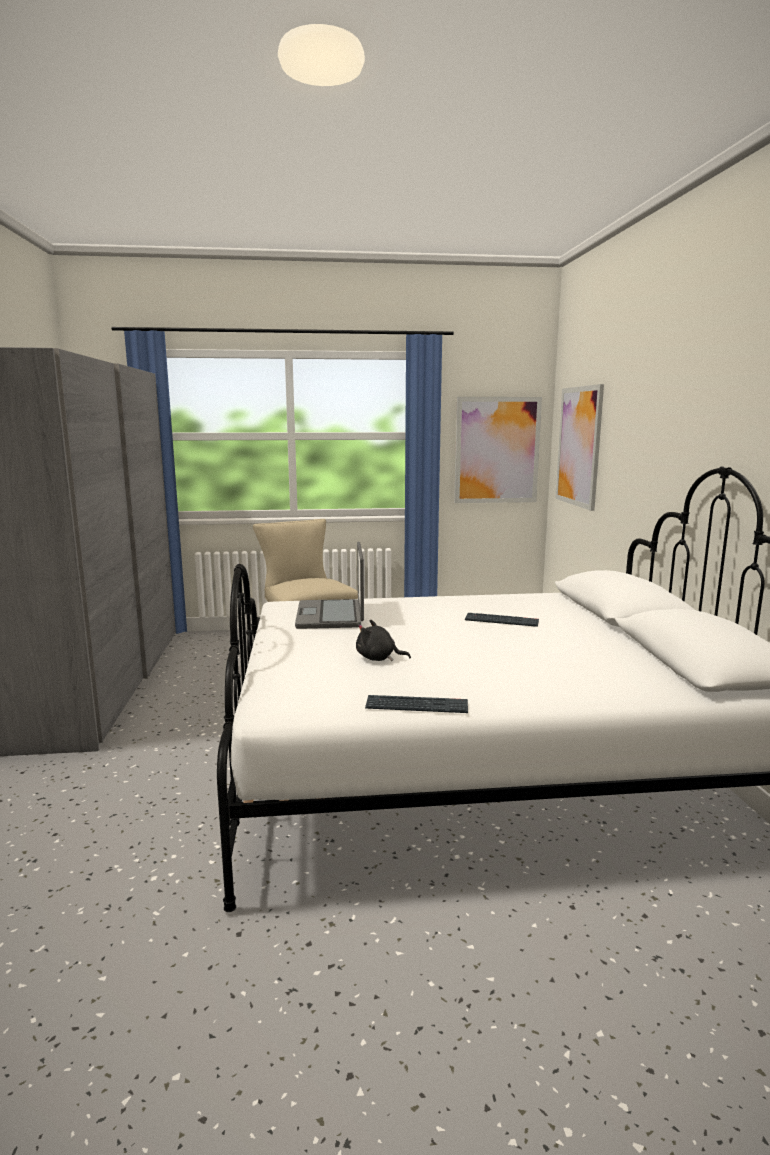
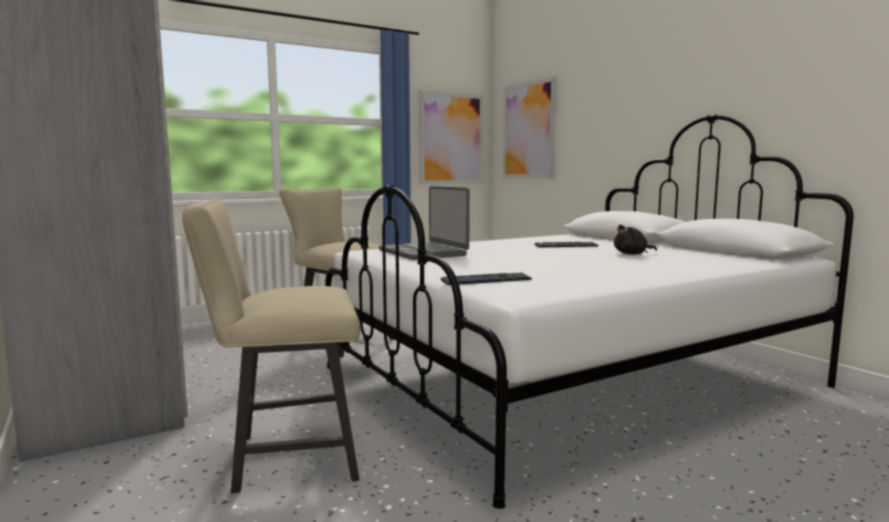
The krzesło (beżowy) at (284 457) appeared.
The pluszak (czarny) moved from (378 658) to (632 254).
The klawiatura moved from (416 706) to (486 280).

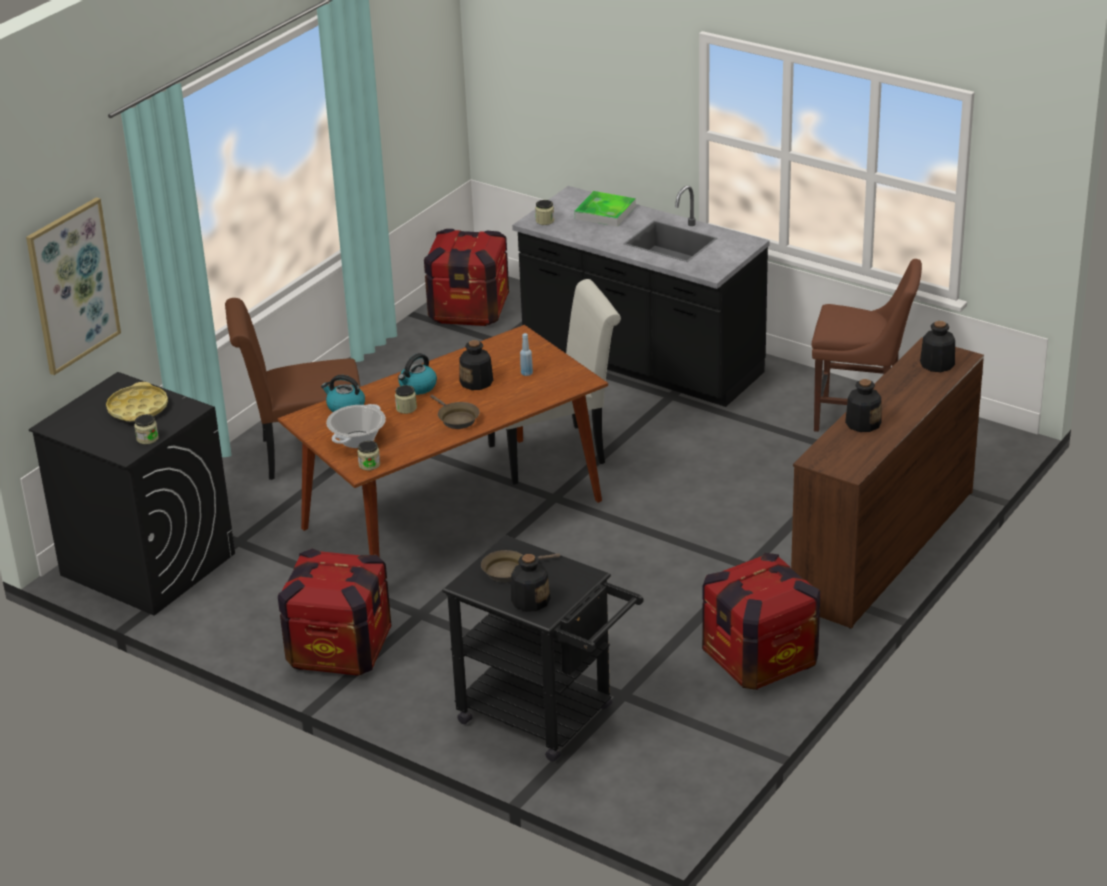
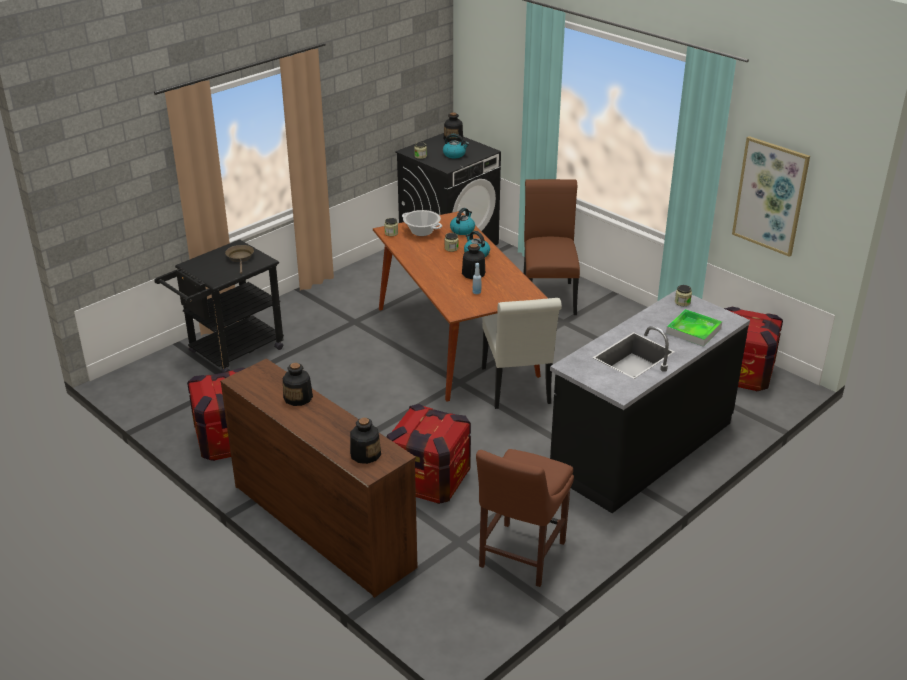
The patelnia (brązowy) at (456 419) disappeared.
The obraz moved from (72 285) to (770 196).
The skrzynka moved from (339 649) to (429 480).
The butelka moved from (530 600) to (453 139).
The taca (żółty) at (138 408) was replaced by the czajnik at (454 154).

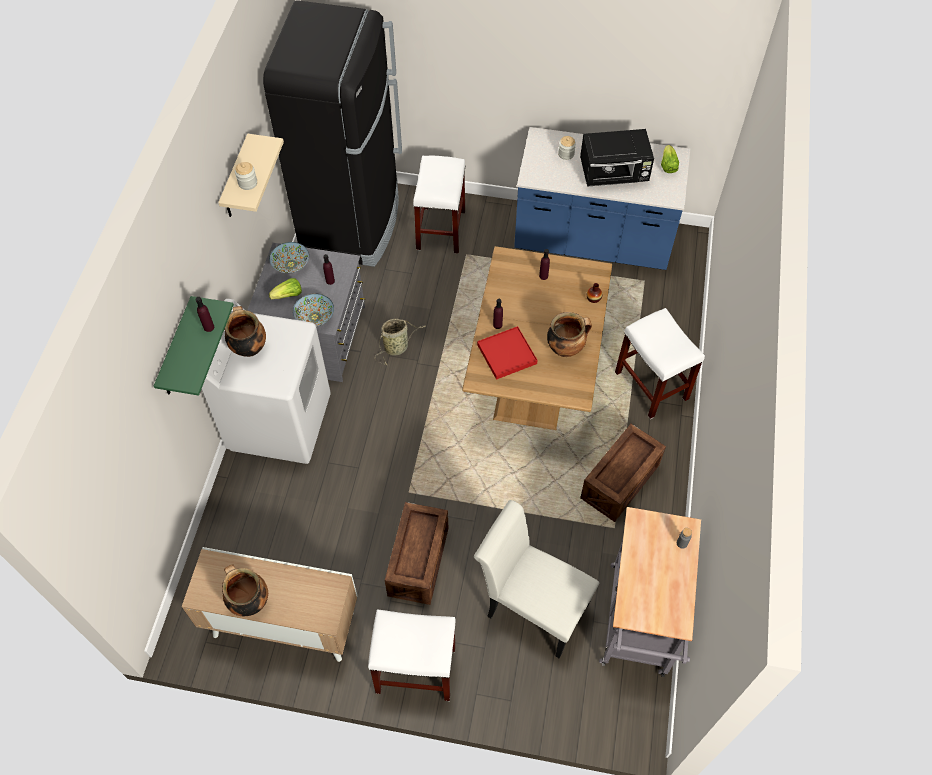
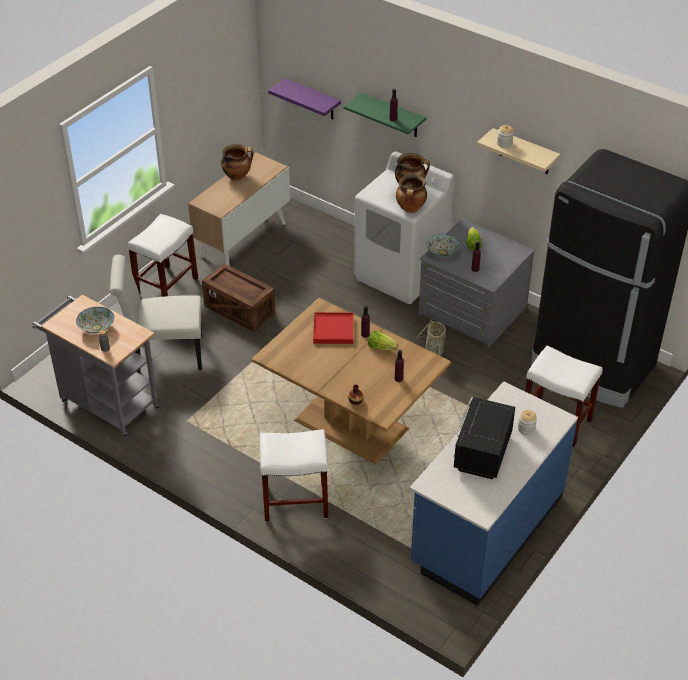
The skrzynka at (620 482) disappeared.
The półka (fioletowy) at (313 100) appeared.
The miska moved from (290 265) to (96 327).
The garnek moved from (565 348) to (411 209).
The sałata moved from (668 165) to (381 347).
The krzesło (biały) at (531 606) turned 150 degrees counterclockwise.

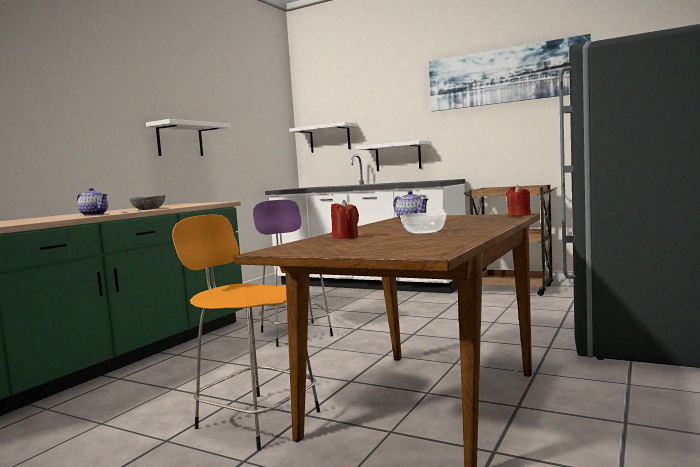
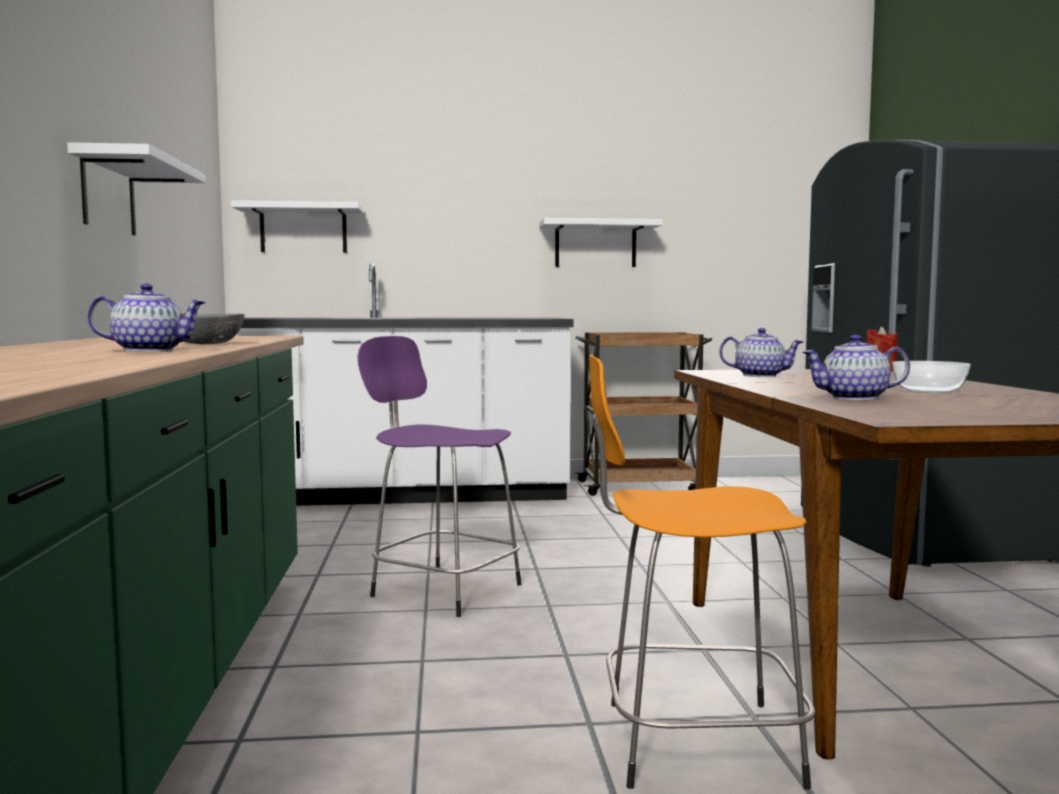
The obraz at (505 75) disappeared.
The półka (biały) moved from (398 156) to (595 244).
The świeca (czerwony) at (345 237) was replaced by the imbryk at (854 398).

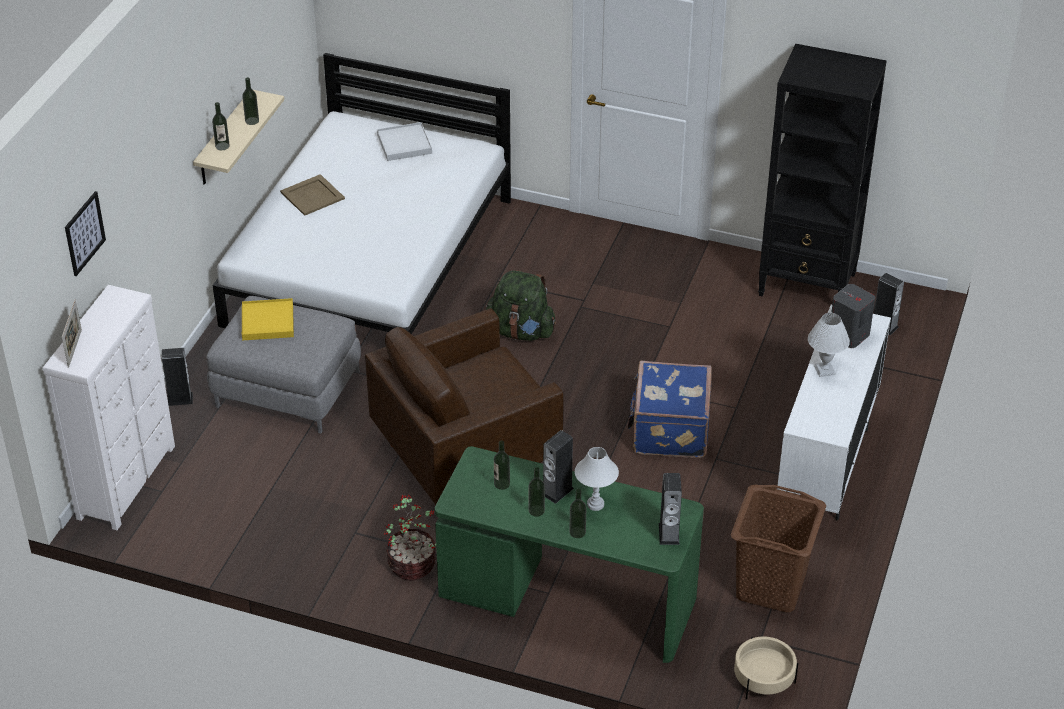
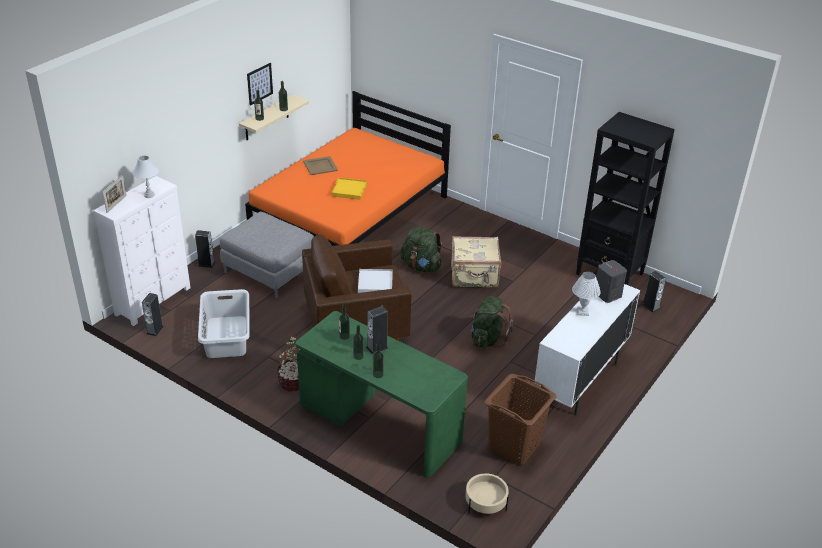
The kosz na pranie (szary) at (226 337) appeared.
The walizka (beżowy) at (474 276) appeared.
The obraz moved from (84 233) to (259 83).
The taca (żółty) moved from (267 322) to (349 190).
The taca (biały) moved from (404 144) to (375 283).
The lampa stołowa (biały) moved from (595 504) to (149 195).
The głośnik moved from (669 534) to (155 330).
The walizka (niebieski) at (669 430) was replaced by the plecak (zielony) at (487 339).
The łóżko (biały) at (370 261) became the łóżko (pomarańczowy) at (350 213).

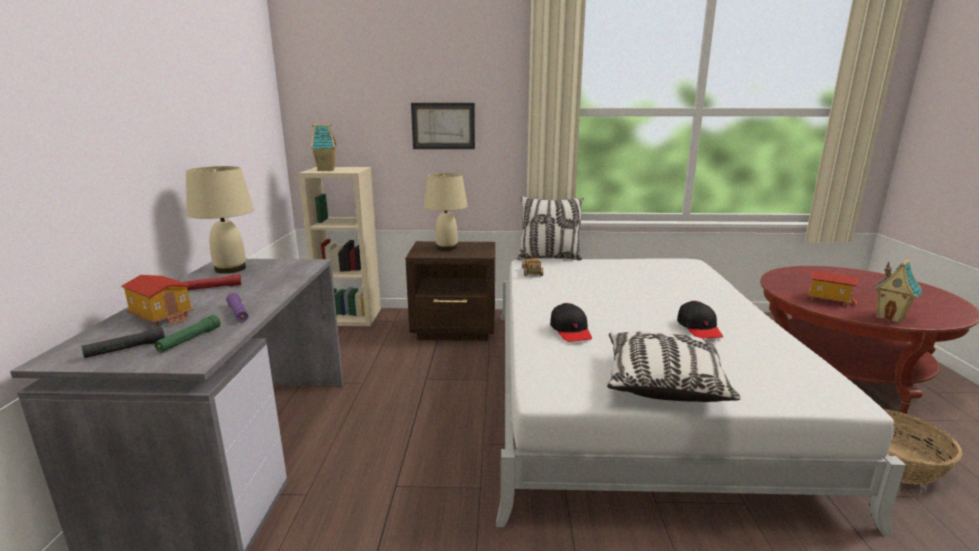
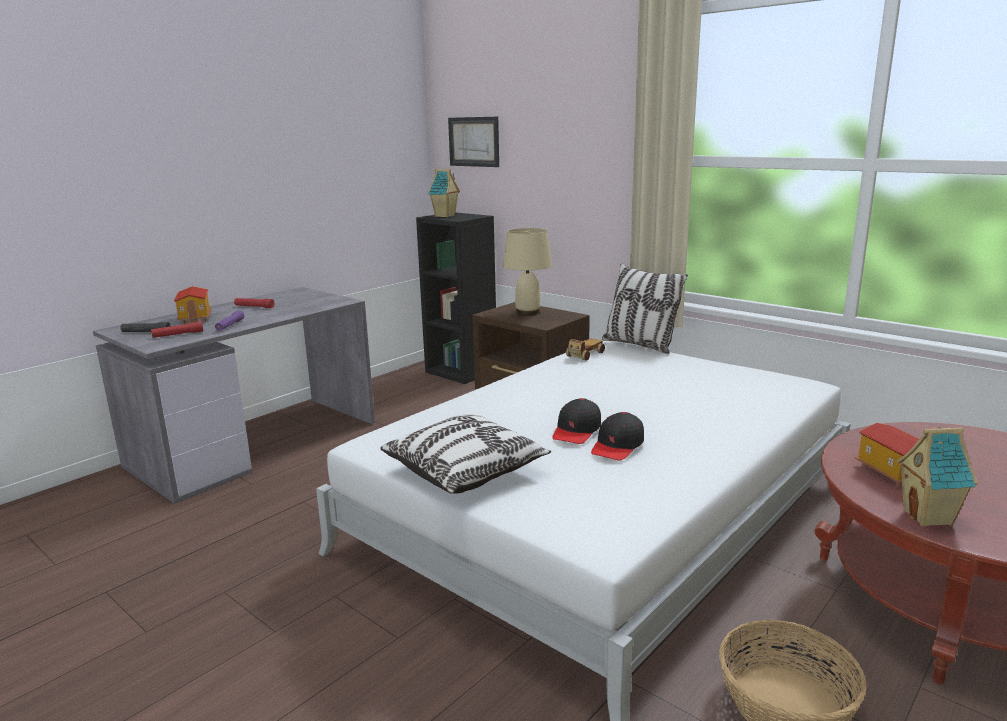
The lampa stołowa (beżowy) at (230 269) disappeared.
The obraz moved from (443 126) to (474 141).
The czapka z daszkiem (czarny) moved from (571 330) to (577 431).
The latarka (zielony) at (189 340) became the latarka (czerwony) at (178 335).
The regał (beżowy) at (350 316) became the regał (czarny) at (462 371).

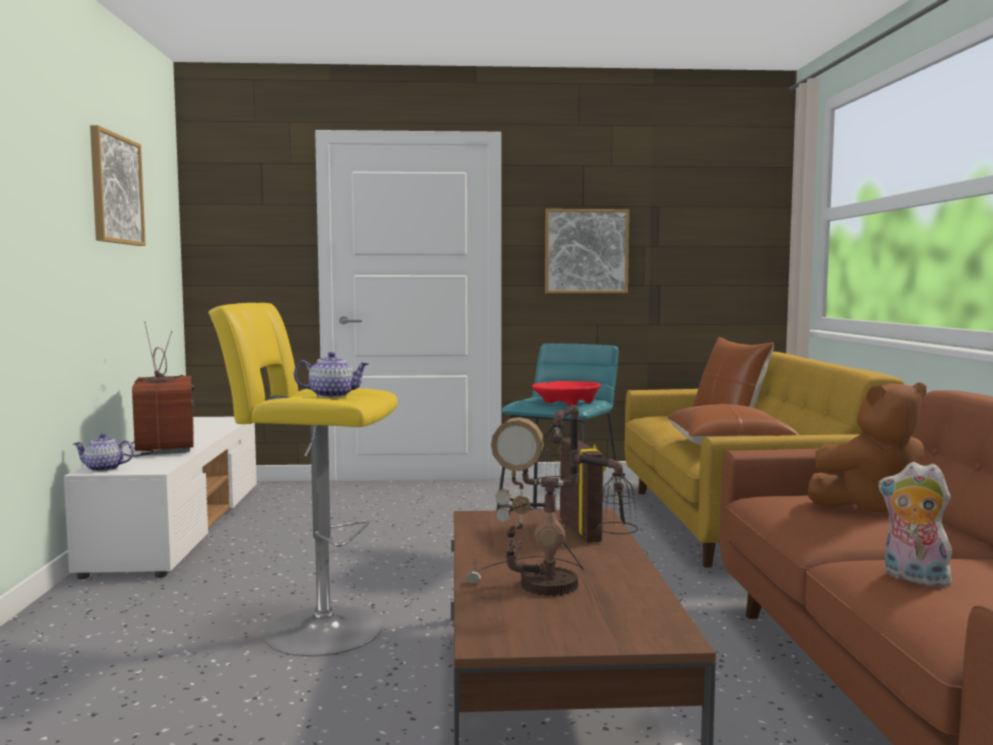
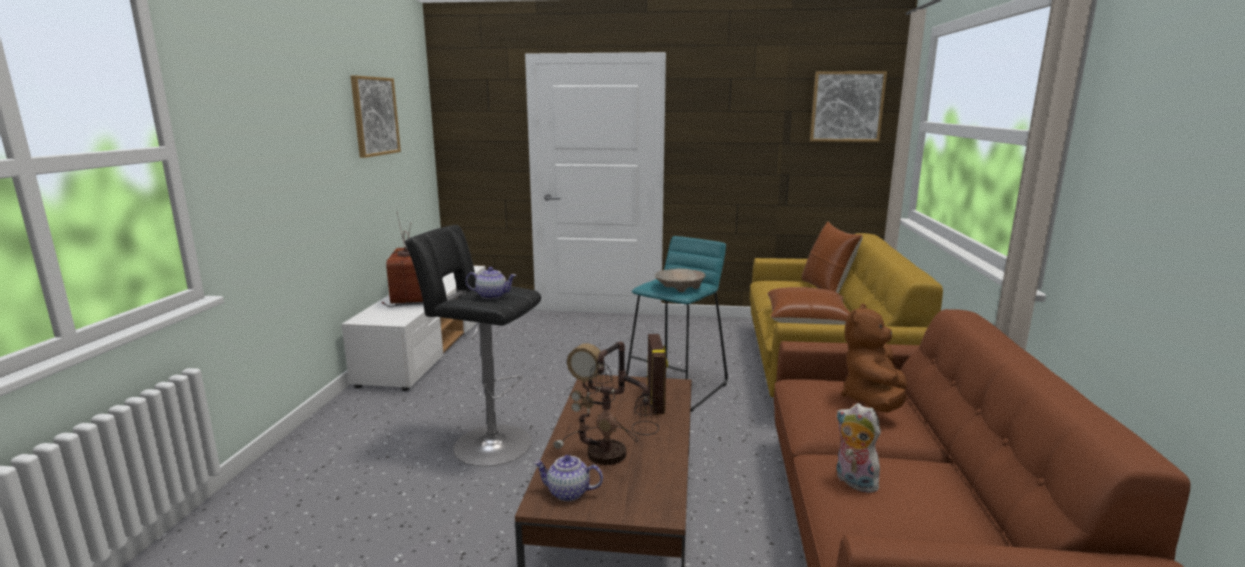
The imbryk moved from (103 469) to (568 493).
The obraz moved from (586 251) to (847 106).
The stołek (żółty) at (314 629) became the stołek (czarny) at (487 443).
The miska (czerwony) at (566 402) became the miska (beżowy) at (679 287).
The pluszak (brązowy) at (871 507) turned 120 degrees clockwise.

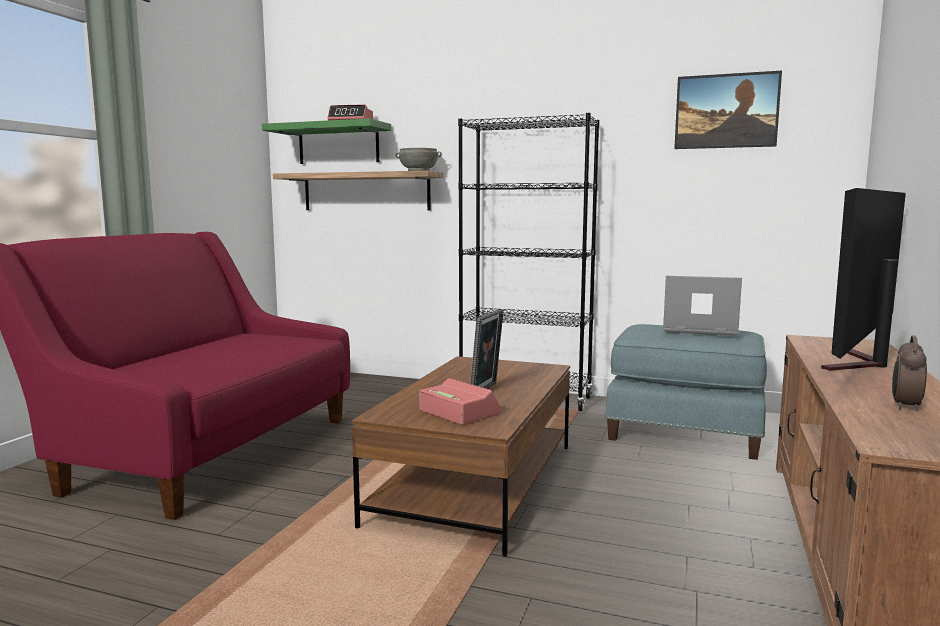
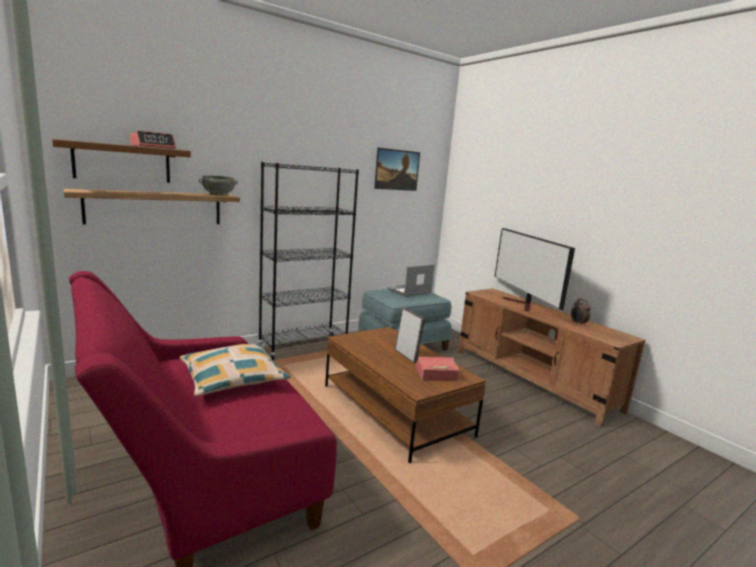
The poduszka at (233 378) appeared.
The półka (zielony) at (338 144) became the półka (brązowy) at (122 163).

